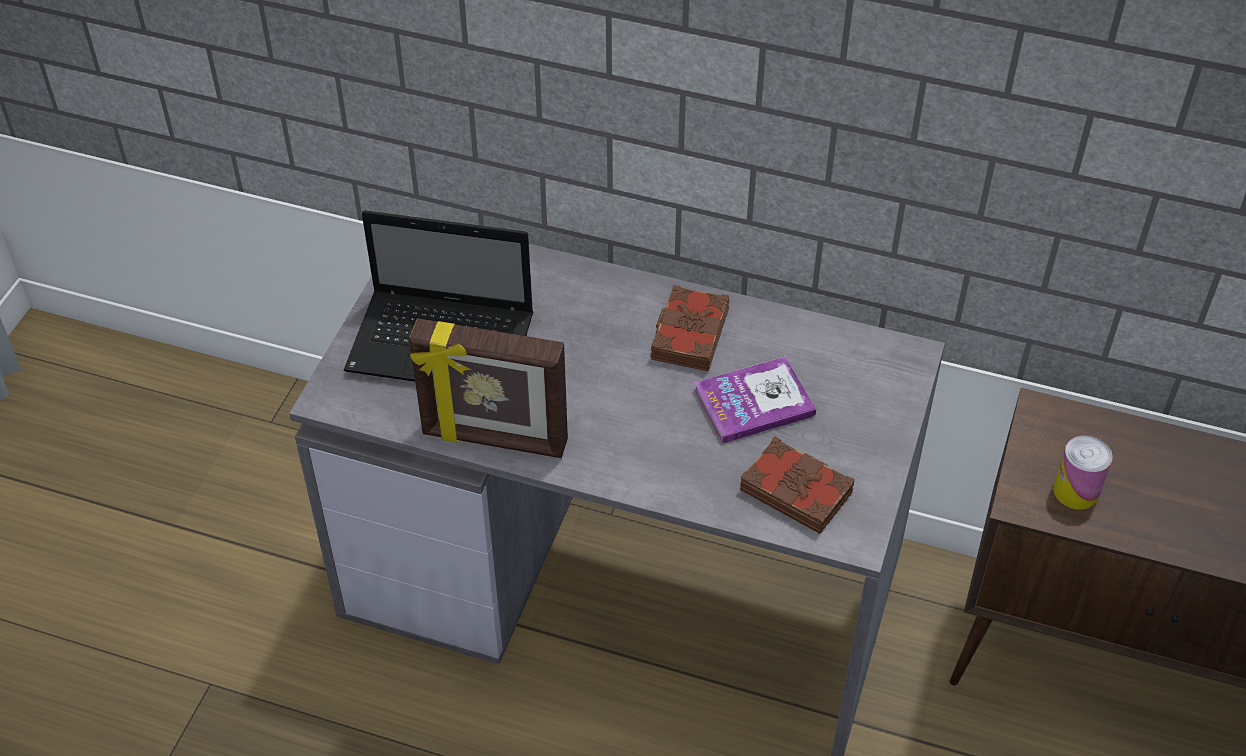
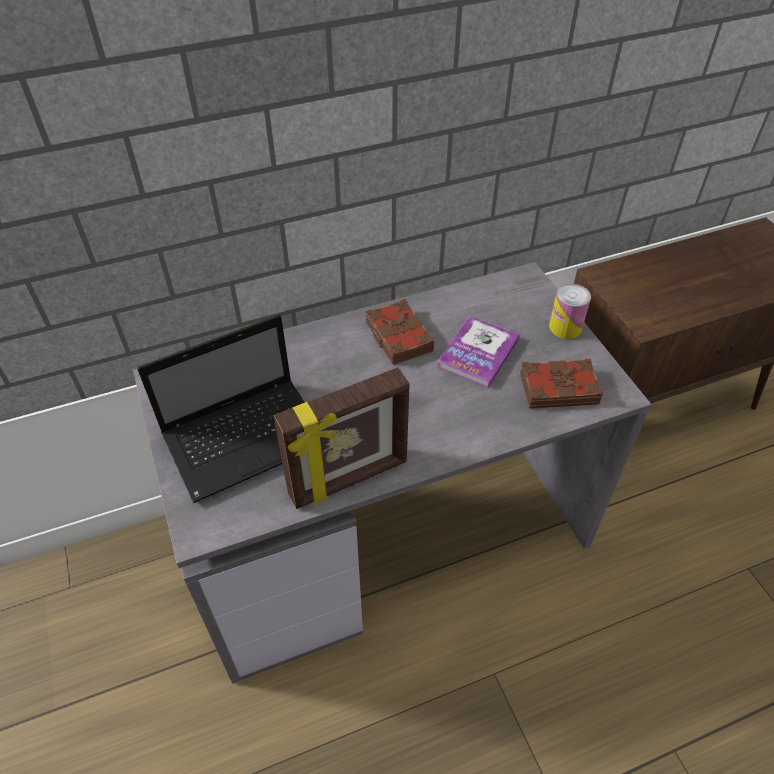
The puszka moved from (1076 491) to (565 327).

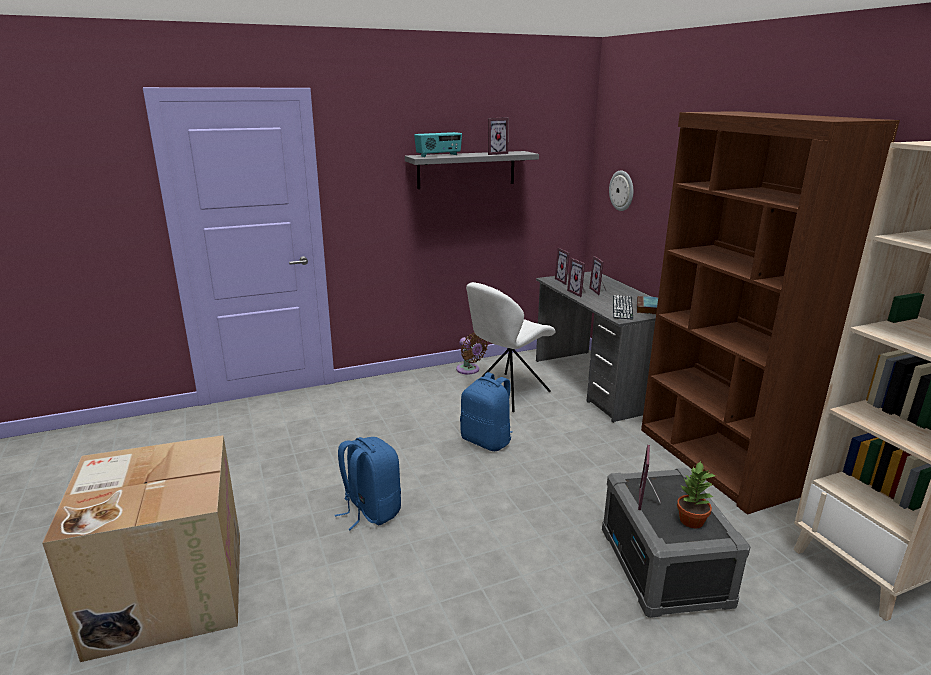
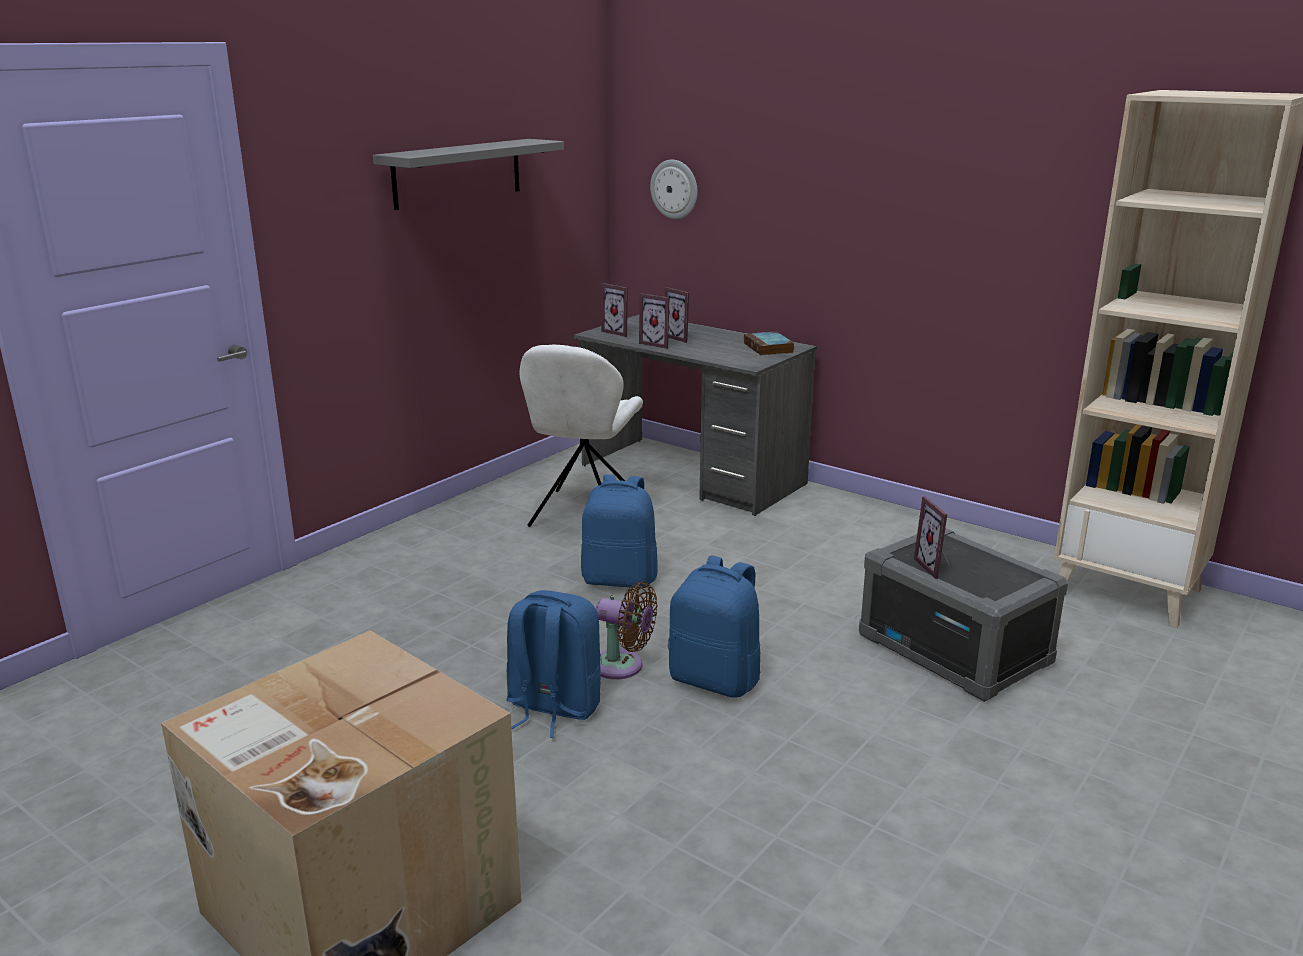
The radio at (439 155) disappeared.
The ramka na zdjęcie at (495 153) disappeared.
The klawiatura at (622 307) disappeared.
The regał (brązowy) at (714 461) disappeared.
The roślina doniczkowa at (691 521) disappeared.
The plecak (niebieski) at (716 680) appeared.
The wentylator (brązowy) moved from (469 370) to (622 666).

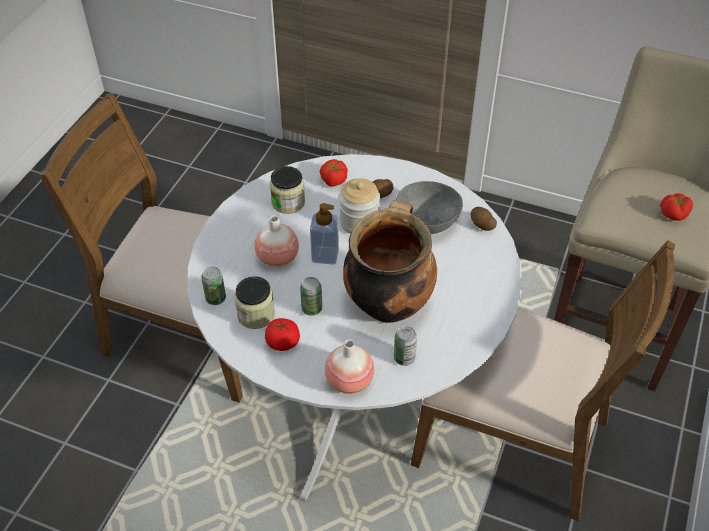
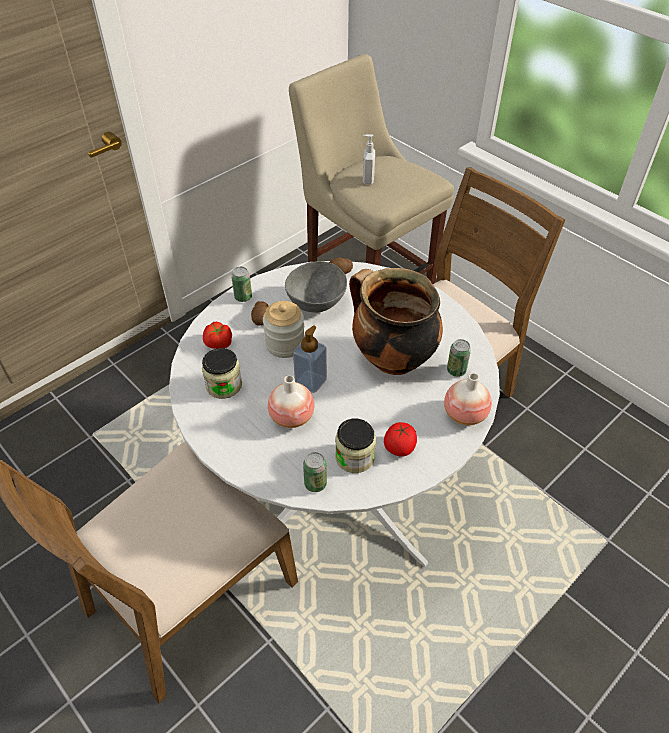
The pomidor at (674 214) disappeared.
The dozownik mydła at (367 179) appeared.
The puszka moved from (312 309) to (243 297).

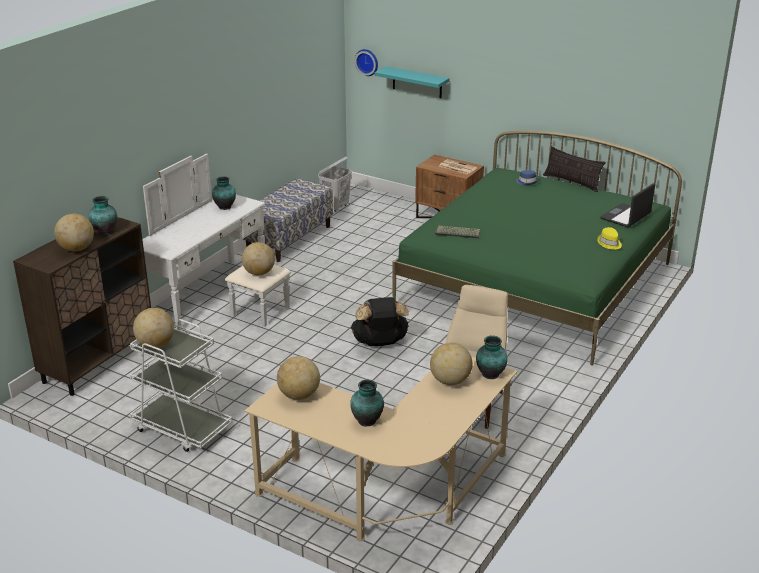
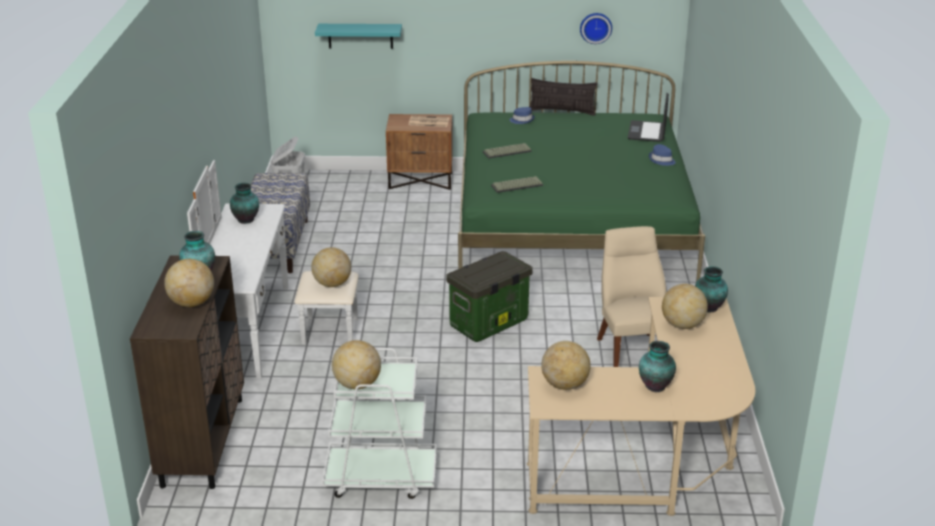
The klawiatura at (507 152) appeared.
The zegar ścienny moved from (367 62) to (595 27).
The plecak (czarny) at (380 343) was replaced by the pojemnik do przechowywania at (488 324).
The kapelusz (żółty) at (609 243) became the kapelusz (niebieski) at (661 160).

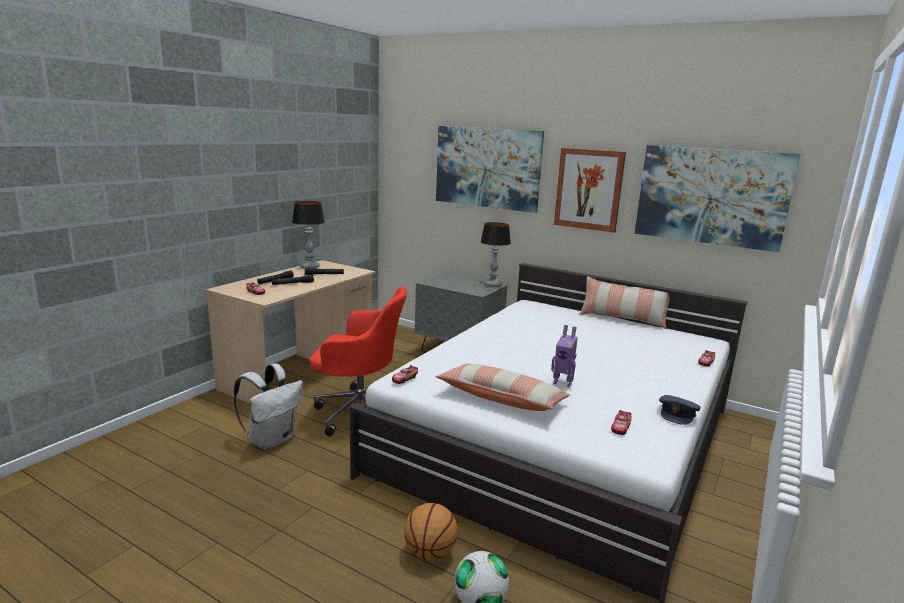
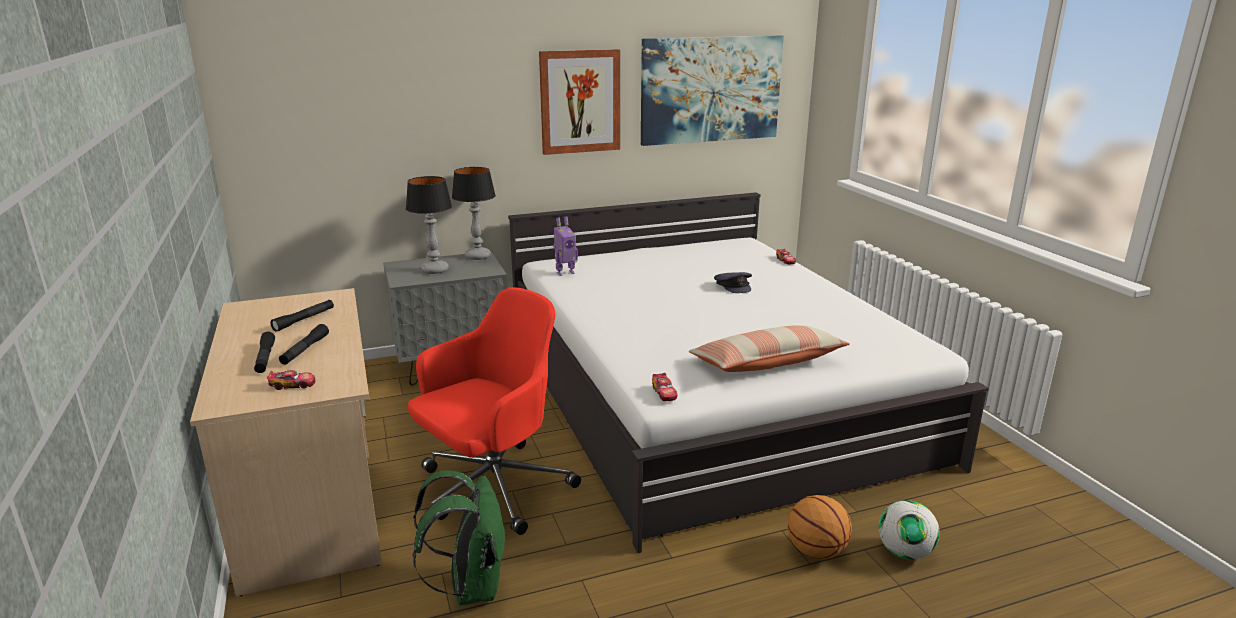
The obraz at (487 167) disappeared.
The poduszka at (622 319) disappeared.
The samochodzik at (620 427) disappeared.
The lampa stołowa moved from (309 267) to (435 270).
The robot zabawkowy moved from (562 383) to (565 273).
The czapka z daszkiem (szary) moved from (677 413) to (733 286).
The plecak (biały) at (271 439) became the plecak (zielony) at (471 586).

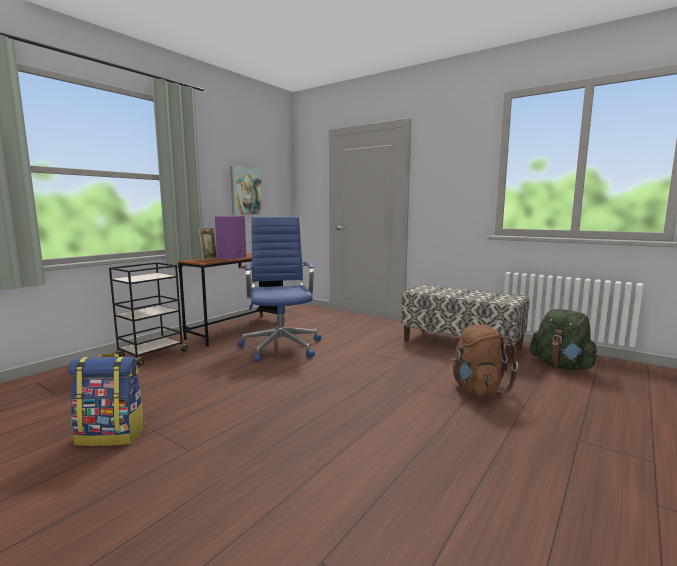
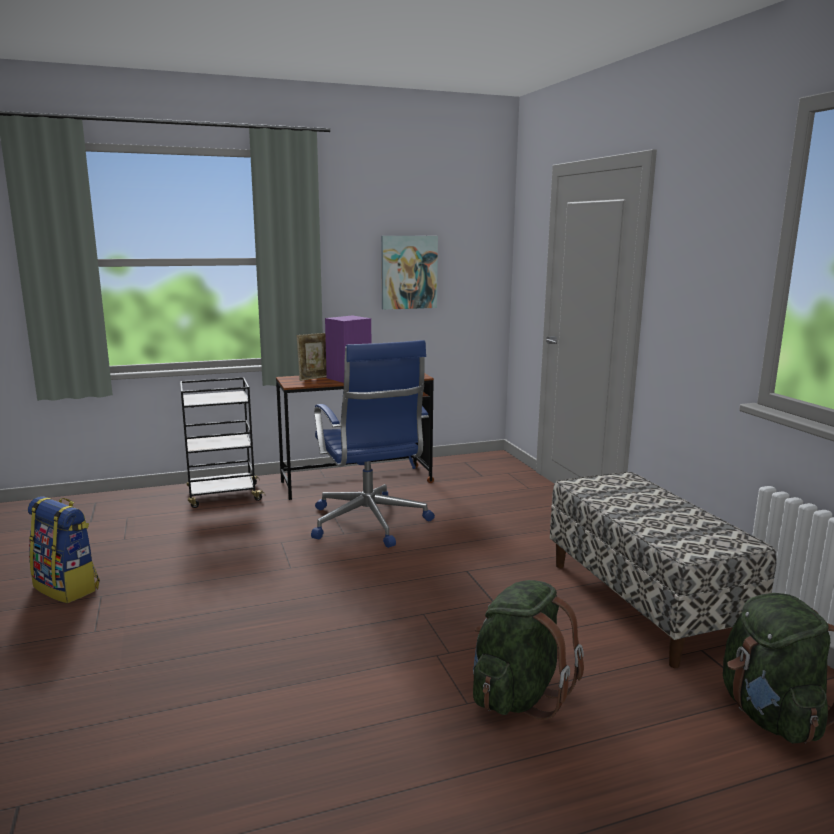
The plecak (brązowy) at (477 390) became the plecak (zielony) at (518 694).
The krzesło biurowe (niebieski) at (281 346) turned 135 degrees clockwise.

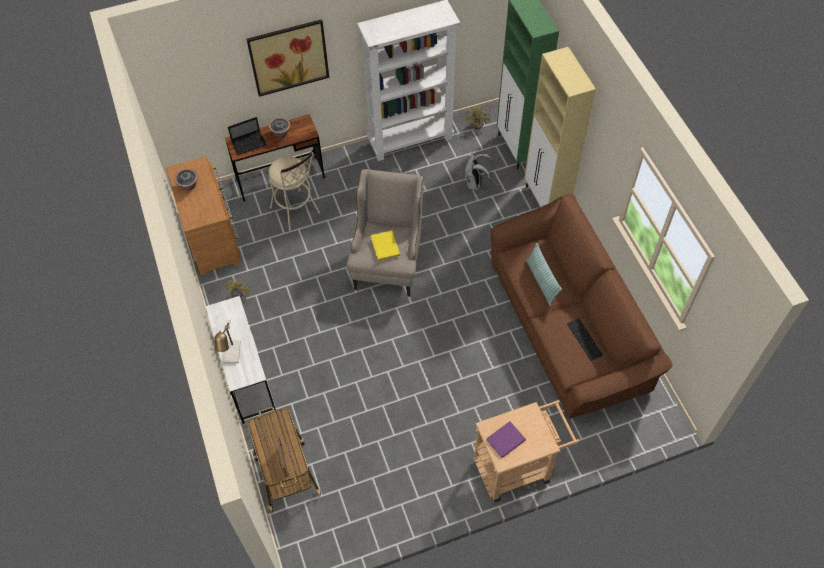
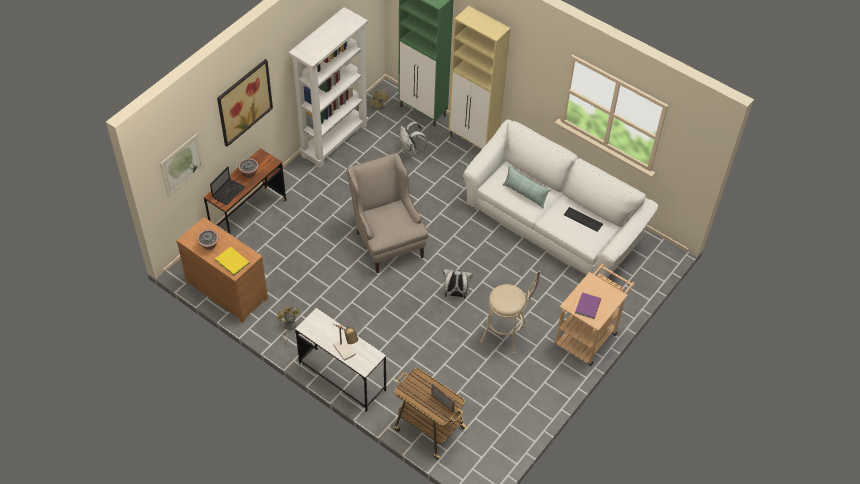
The obraz at (182 165) appeared.
The plecak (biały) at (456 294) appeared.
The stołek (beżowy) moved from (297 213) to (507 335).
The książka (żółty) moved from (384 246) to (232 262).
The kanapa (brązowy) at (567 325) became the kanapa (biały) at (552 222).

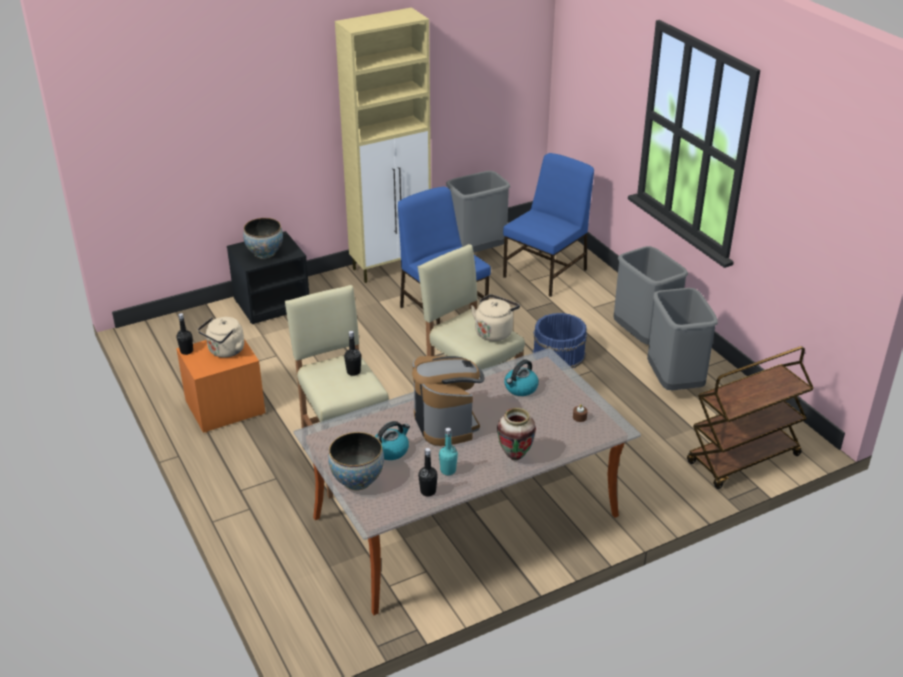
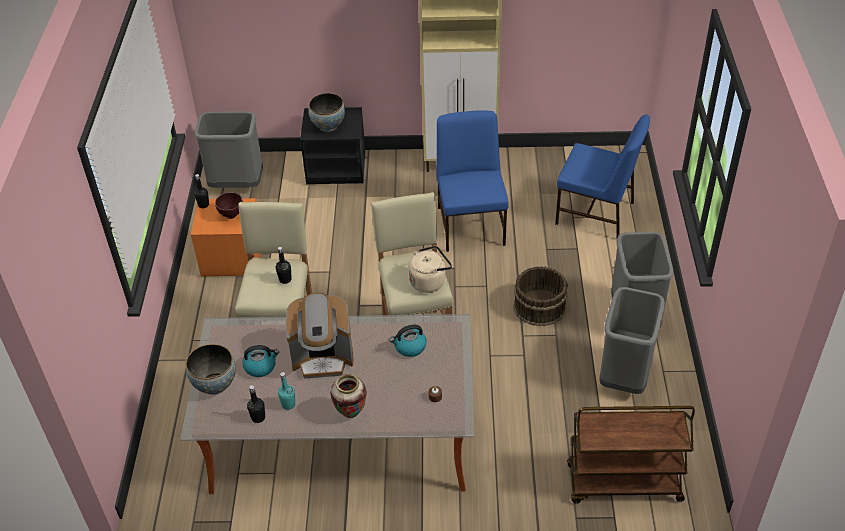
The kosz na śmieci (szary) moved from (477 251) to (237 184).
The czajnik (beżowy) at (225 351) was replaced by the miska (brązowy) at (231 215).
The wiadro (niebieski) at (558 354) became the wiadro (brązowy) at (539 306).
The ekspres do kawy at (446 423) turned 75 degrees clockwise.
The krzesło (niebieski) at (546 273) turned 45 degrees clockwise.

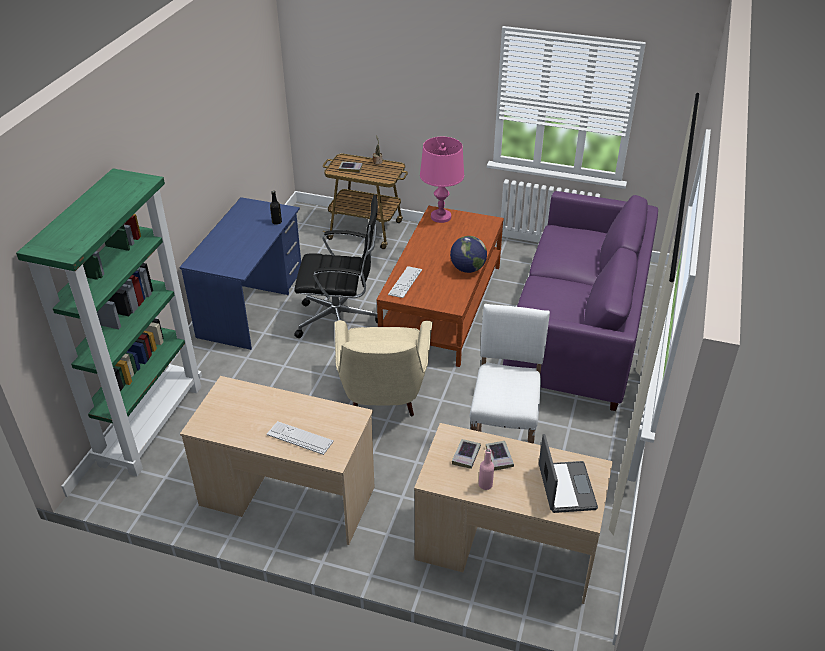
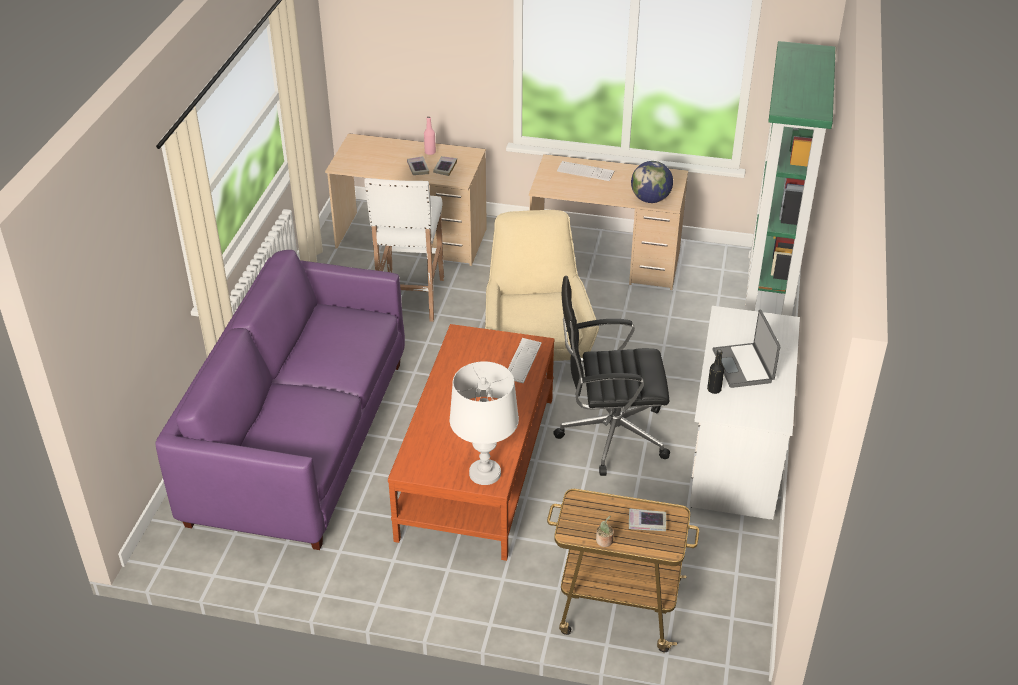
The globus moved from (467 269) to (650 199).
The laptop moved from (565 487) to (744 366).
The biurko (niebieski) at (251 305) became the biurko (biały) at (737 452).
The lampa stołowa (różowy) at (440 217) became the lampa stołowa (biały) at (485 473).

